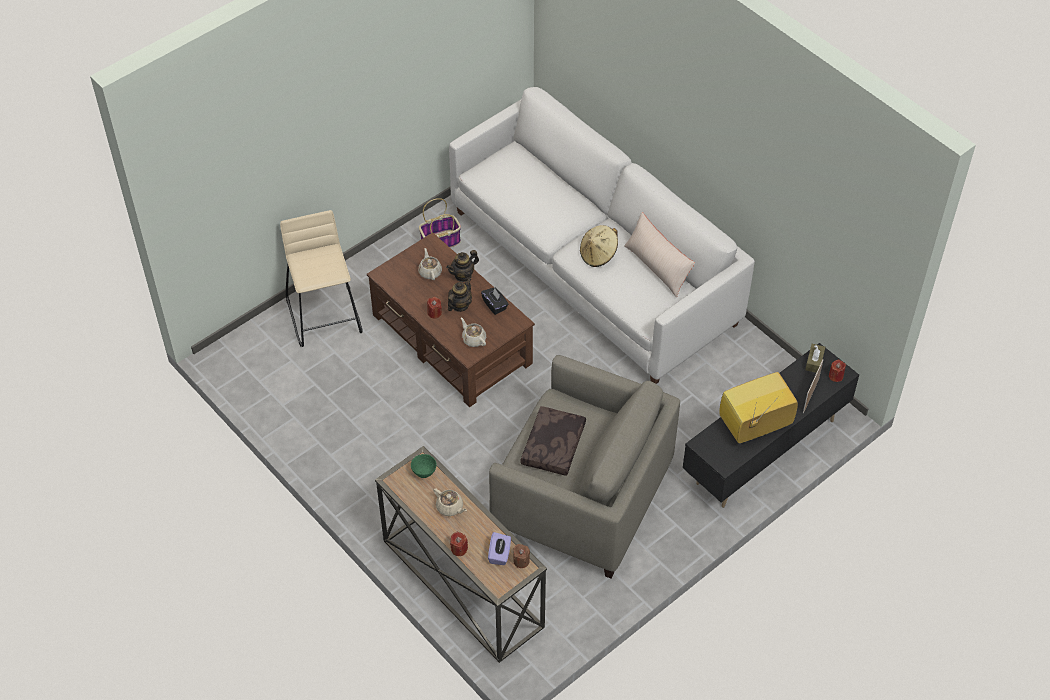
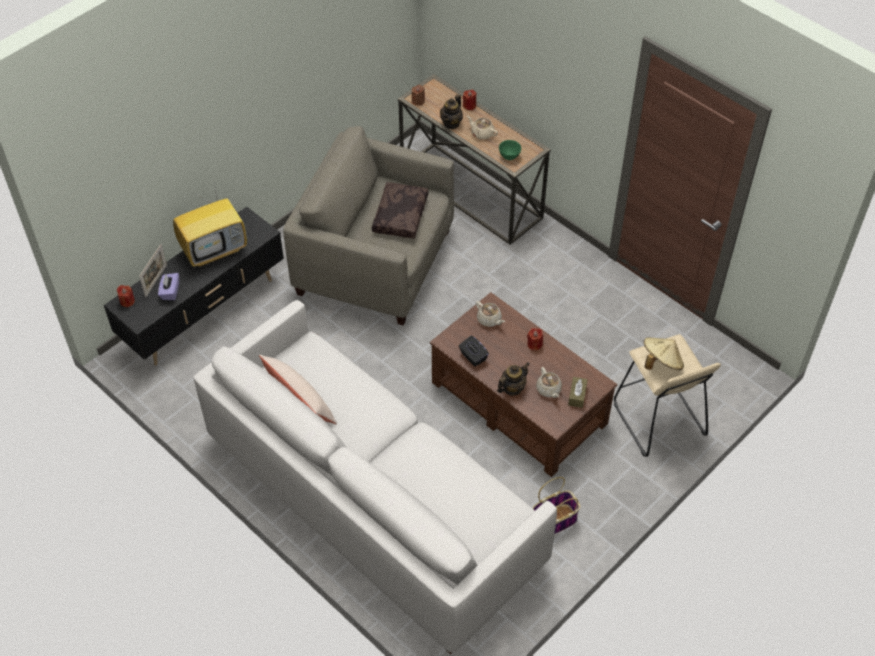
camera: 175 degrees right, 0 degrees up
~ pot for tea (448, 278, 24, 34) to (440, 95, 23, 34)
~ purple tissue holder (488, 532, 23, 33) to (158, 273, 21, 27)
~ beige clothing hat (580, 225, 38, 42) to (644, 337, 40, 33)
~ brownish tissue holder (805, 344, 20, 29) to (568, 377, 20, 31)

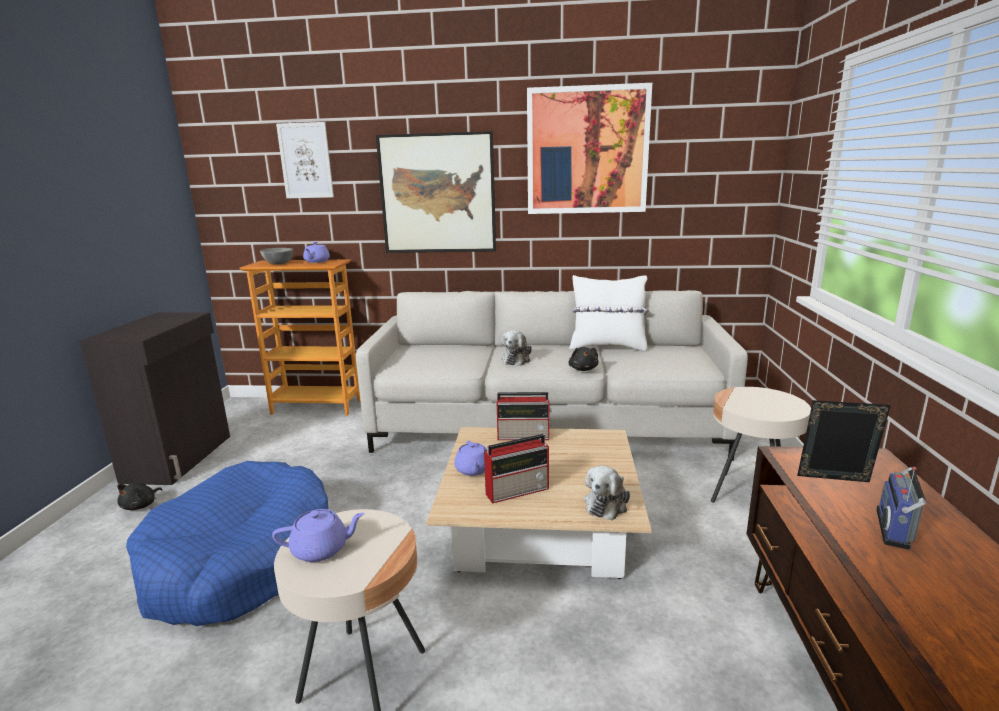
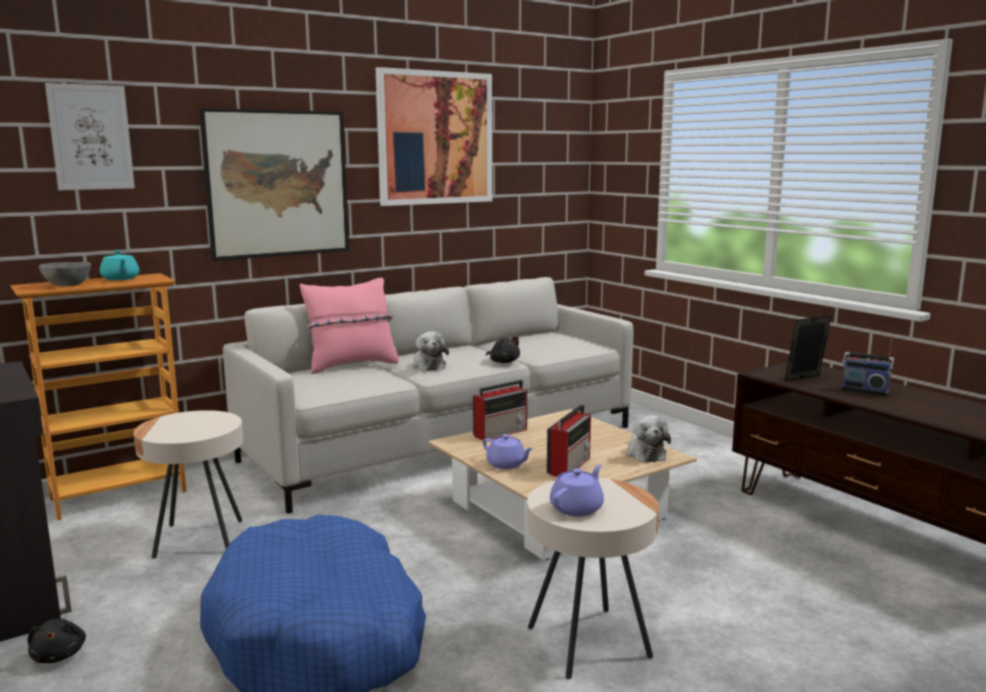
camera: 40 degrees left, 5 degrees down
- whitish throw pillow (569, 275, 80, 77)
+ pinkish throw pillow (300, 278, 98, 96)
~ beige side table (711, 387, 100, 116) to (134, 410, 109, 148)
~ purple pot for tea (303, 242, 27, 21) to turquoise pot for tea (100, 250, 40, 30)
~ radio set (876, 467, 50, 83) = (841, 339, 53, 57) 45 degrees counterclockwise

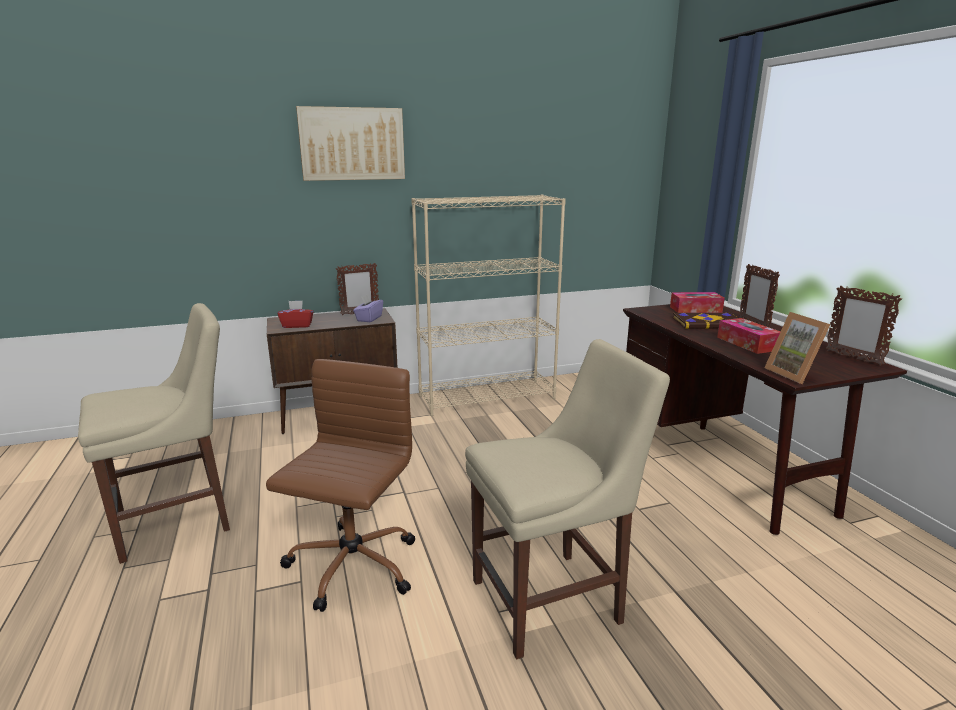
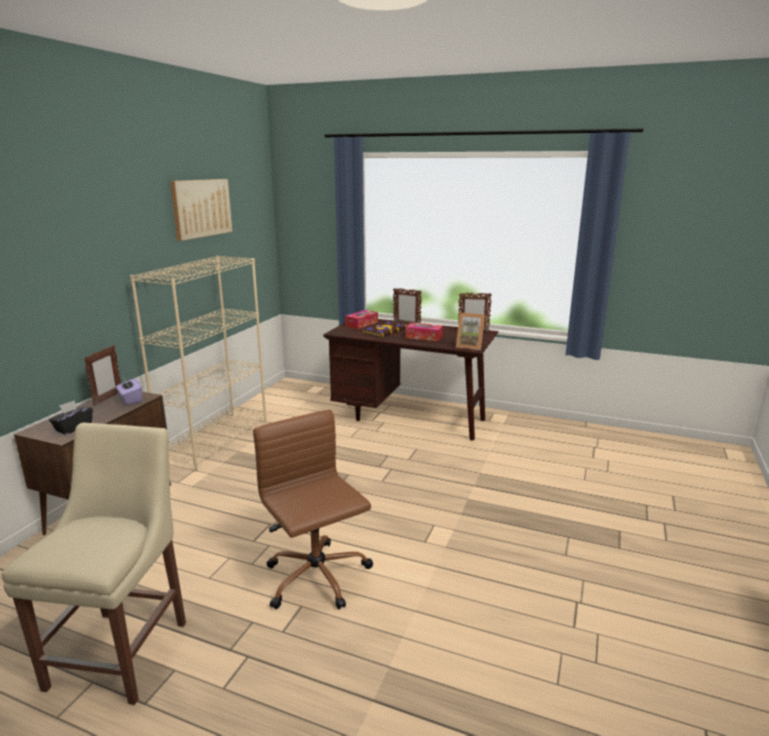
camera: 50 degrees left, 0 degrees up
- beige upright chair (465, 339, 205, 320)
~ wall art (296, 106, 109, 75) to (170, 179, 63, 62)
~ red-coloured tissue holder (277, 300, 37, 28) to blackish tissue holder (49, 400, 44, 35)

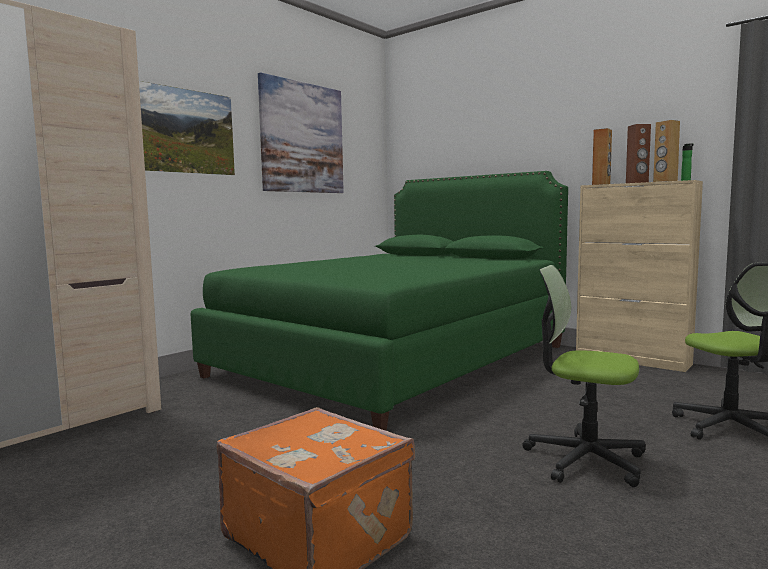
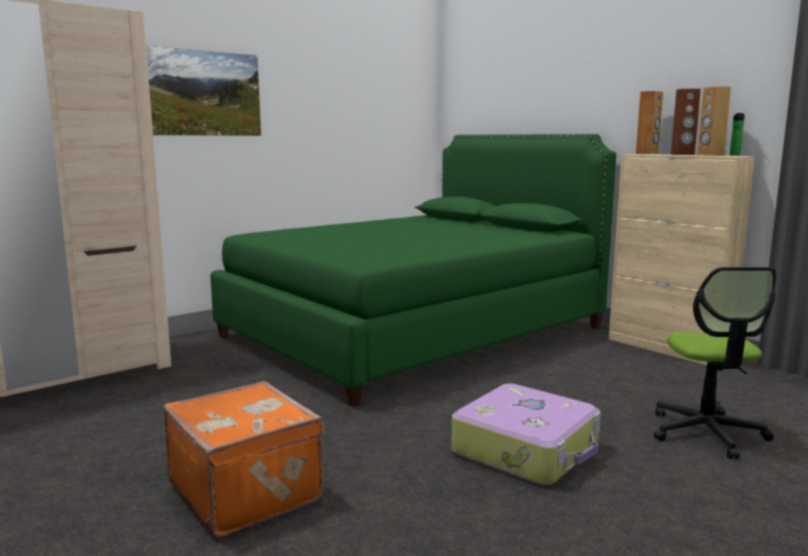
camera: 10 degrees right, 5 degrees up
- wall art (258, 72, 86, 121)
~ office chair (522, 265, 124, 222) to suitcase (451, 383, 150, 102)

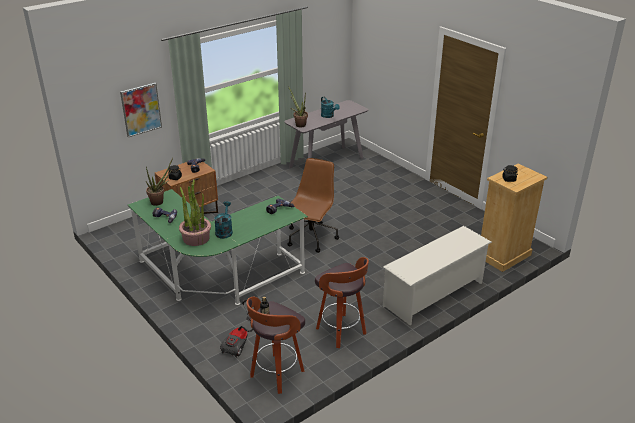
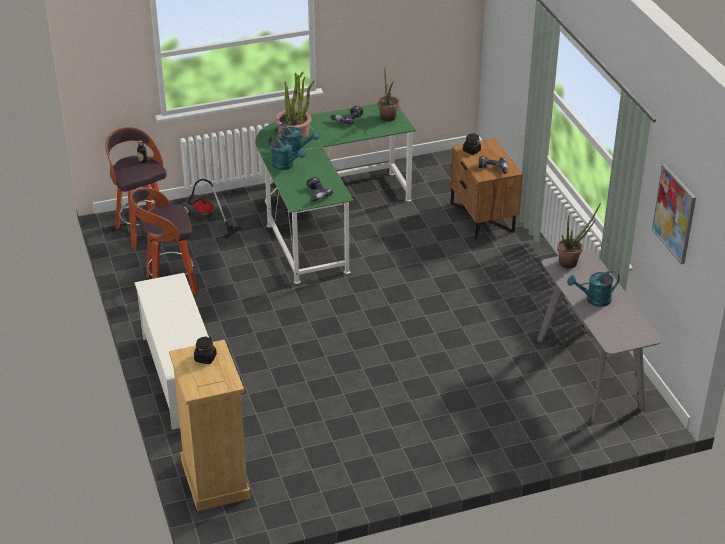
camera: 110 degrees right, 5 degrees up
- brownish office chair (287, 158, 52, 95)
+ turquoise sprinkling can (269, 136, 37, 34)
~ wall art (120, 83, 42, 54) to (652, 164, 44, 100)

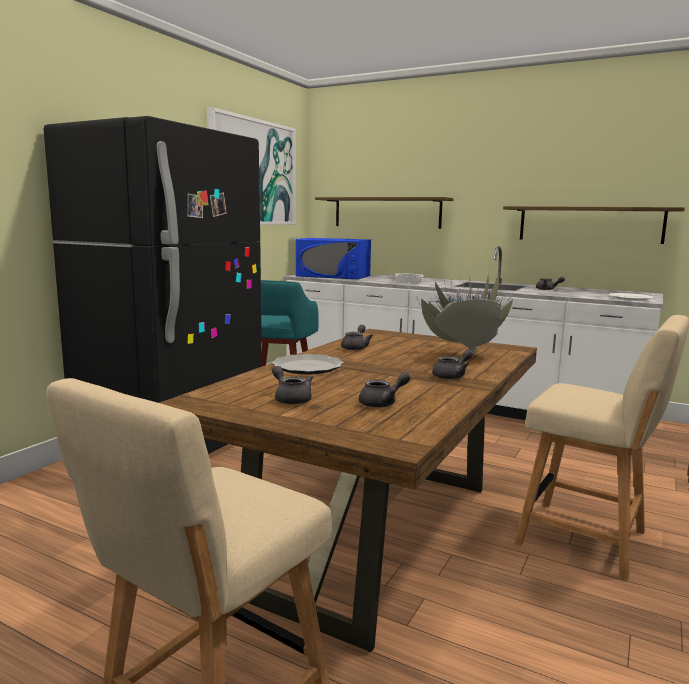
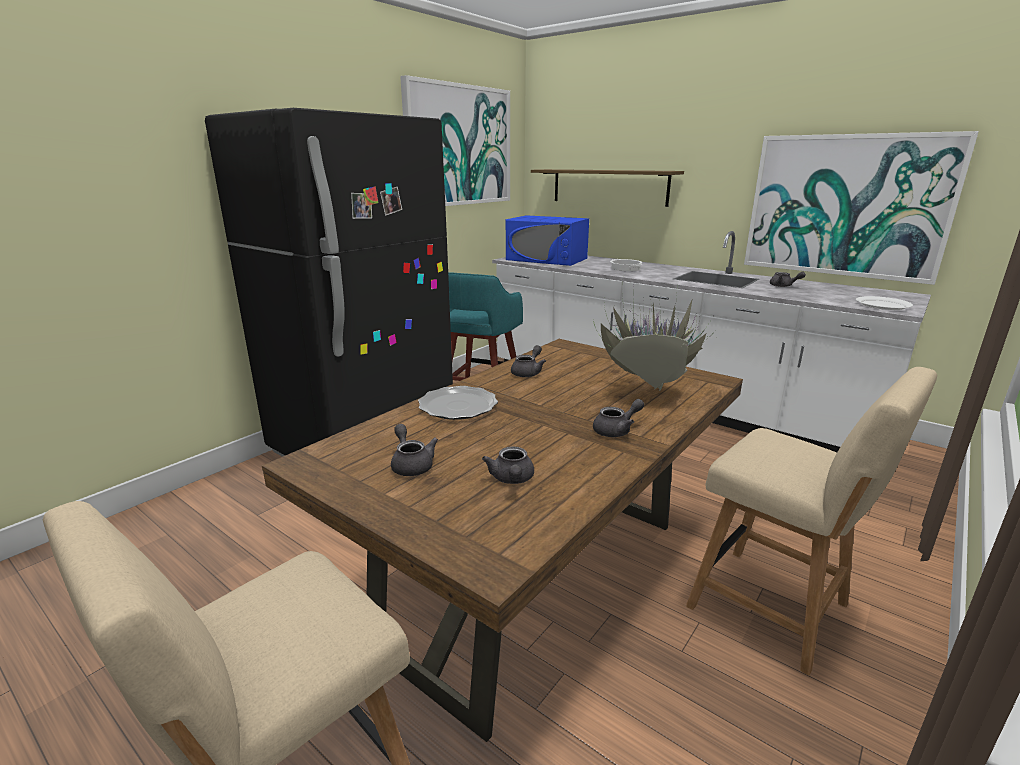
camera: 10 degrees right, 10 degrees up
~ bracket shelf (503, 206, 182, 38) to wall art (744, 131, 235, 154)
~ greyish pot for tea (359, 372, 51, 36) = (482, 446, 52, 38) 105 degrees clockwise

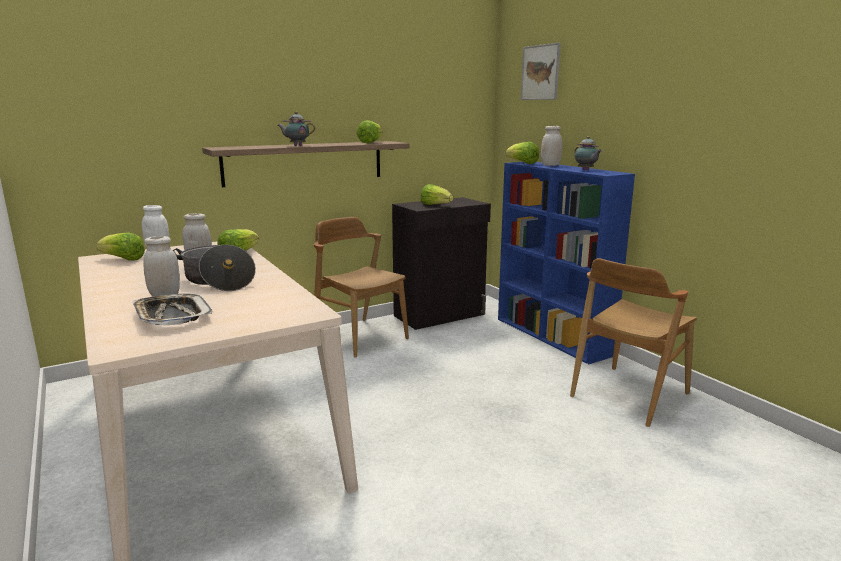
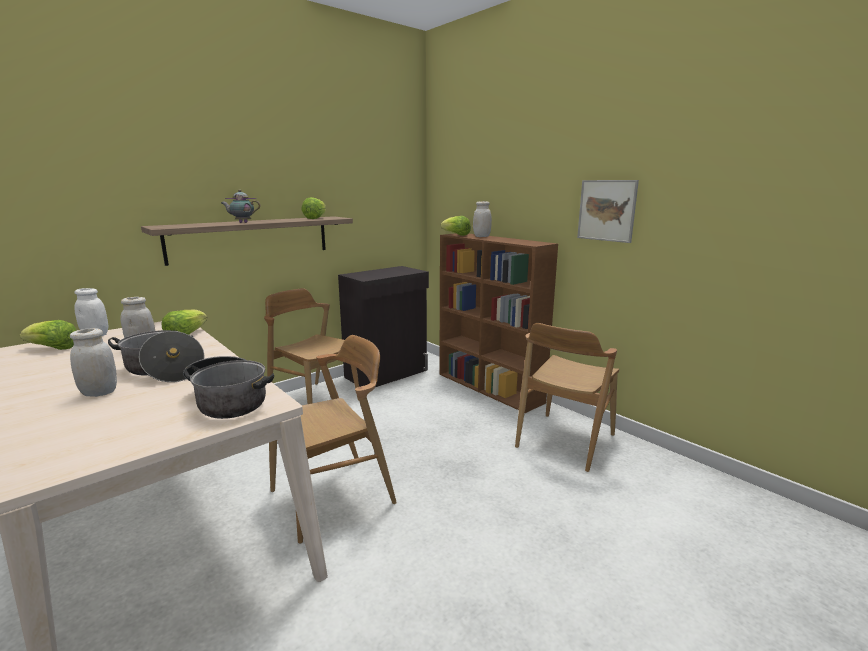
camera: 10 degrees left, 0 degrees up
- tray (132, 294, 80, 31)
- head of lettuce (421, 184, 32, 21)
- pot for tea (574, 136, 28, 34)
+ stockpot (183, 356, 91, 63)
+ brownish upright chair (269, 335, 128, 209)
~ wall art (521, 43, 40, 57) to (577, 180, 62, 63)
~ bluish bookcase (498, 162, 137, 202) to brownish bookcase (439, 233, 119, 180)

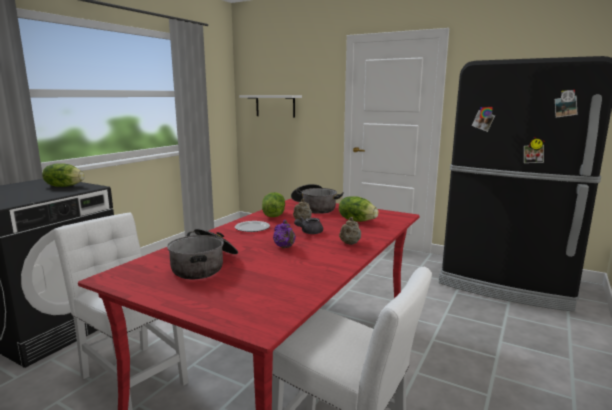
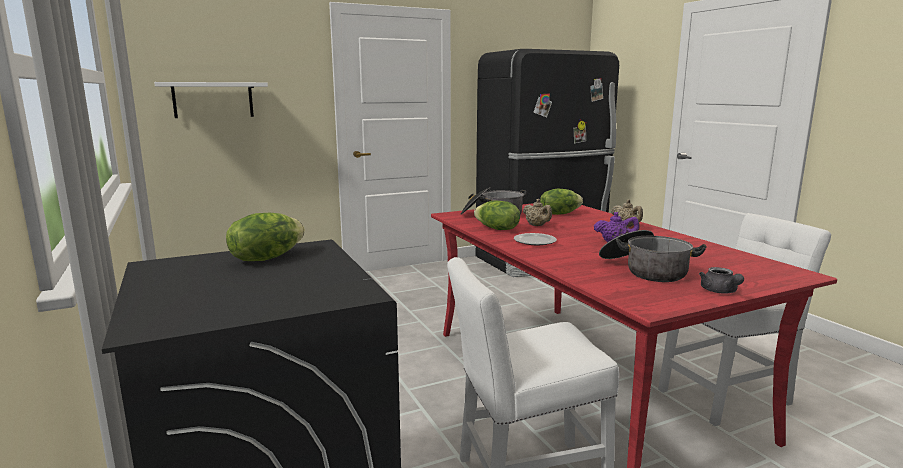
camera: 55 degrees left, 0 degrees up
~ greyish pot for tea (294, 217, 29, 17) to (699, 267, 45, 27)

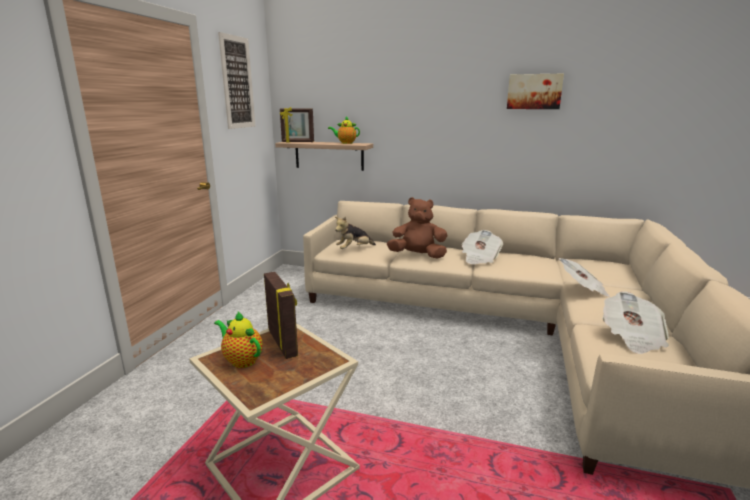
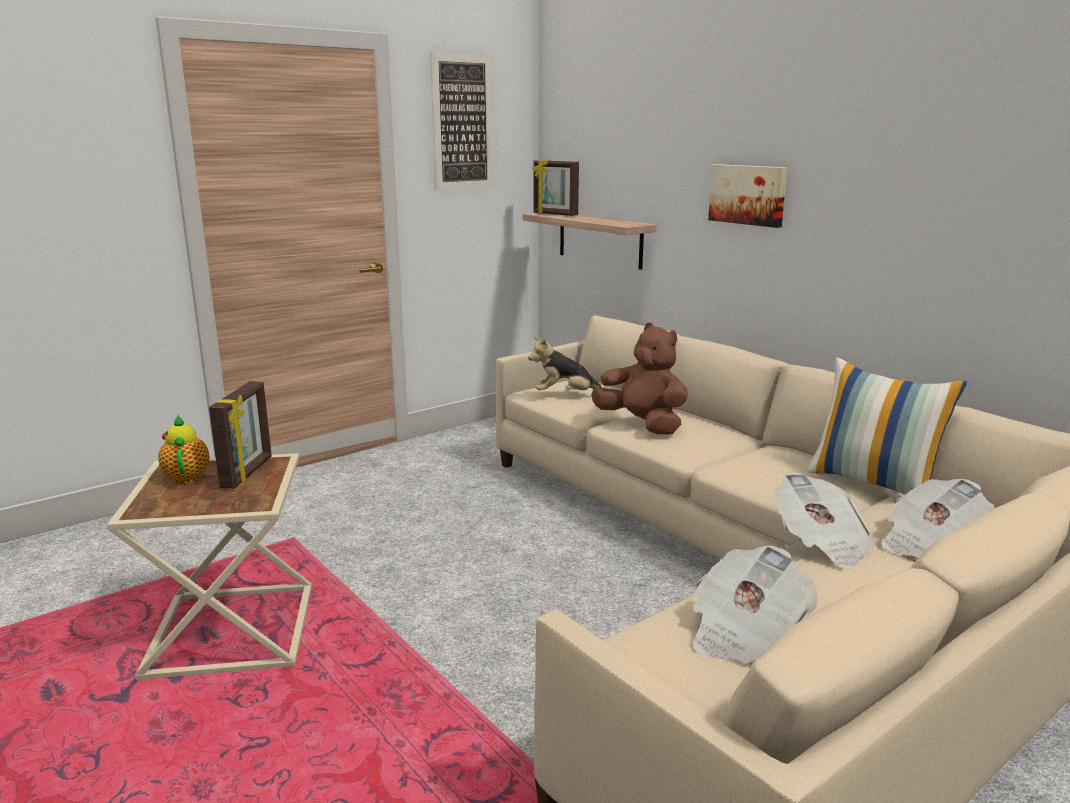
camera: 35 degrees right, 0 degrees up
- pot for tea (328, 116, 32, 28)
+ throw pillow (806, 357, 161, 138)
~ daily paper (461, 230, 42, 34) to (881, 479, 114, 79)
~ wall art (507, 74, 57, 35) to (708, 164, 79, 64)

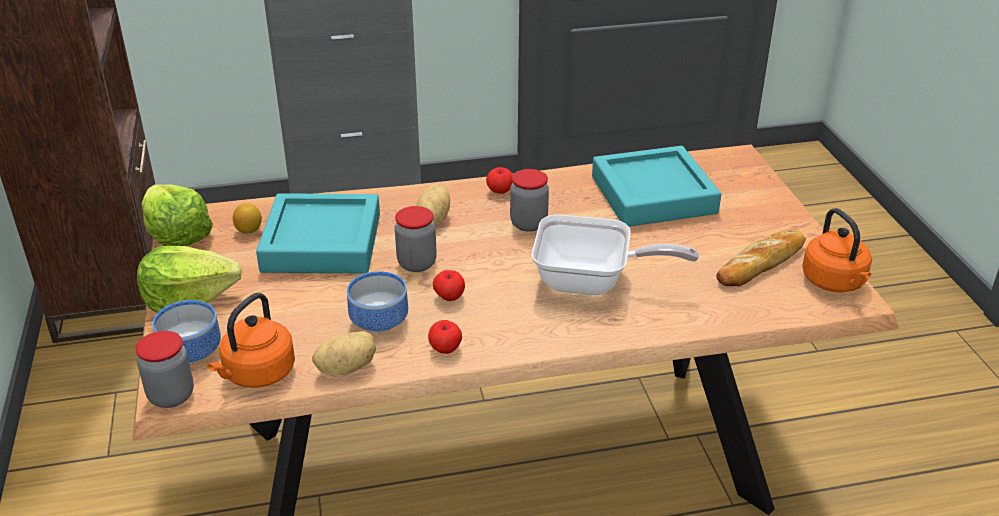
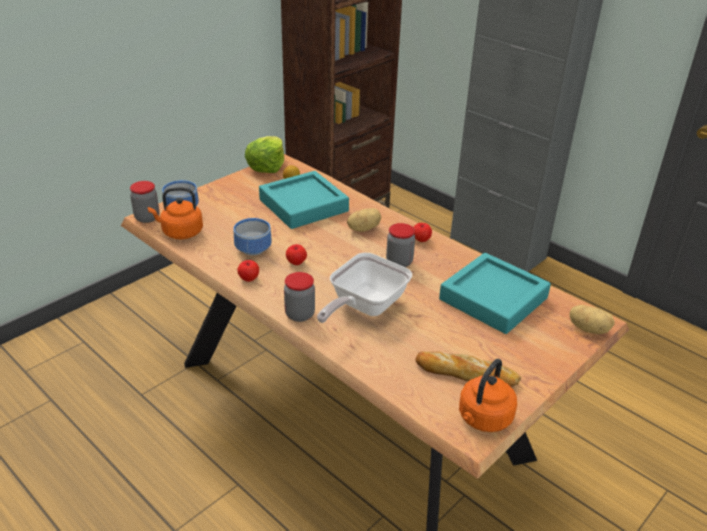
camera: 55 degrees right, 0 degrees up
- head of lettuce (137, 246, 105, 67)
~ spud (312, 331, 64, 44) to (569, 305, 46, 29)
~ jar (395, 206, 42, 66) to (284, 272, 31, 50)
~ frying pan (532, 215, 167, 80) = (317, 253, 95, 70) 60 degrees clockwise

